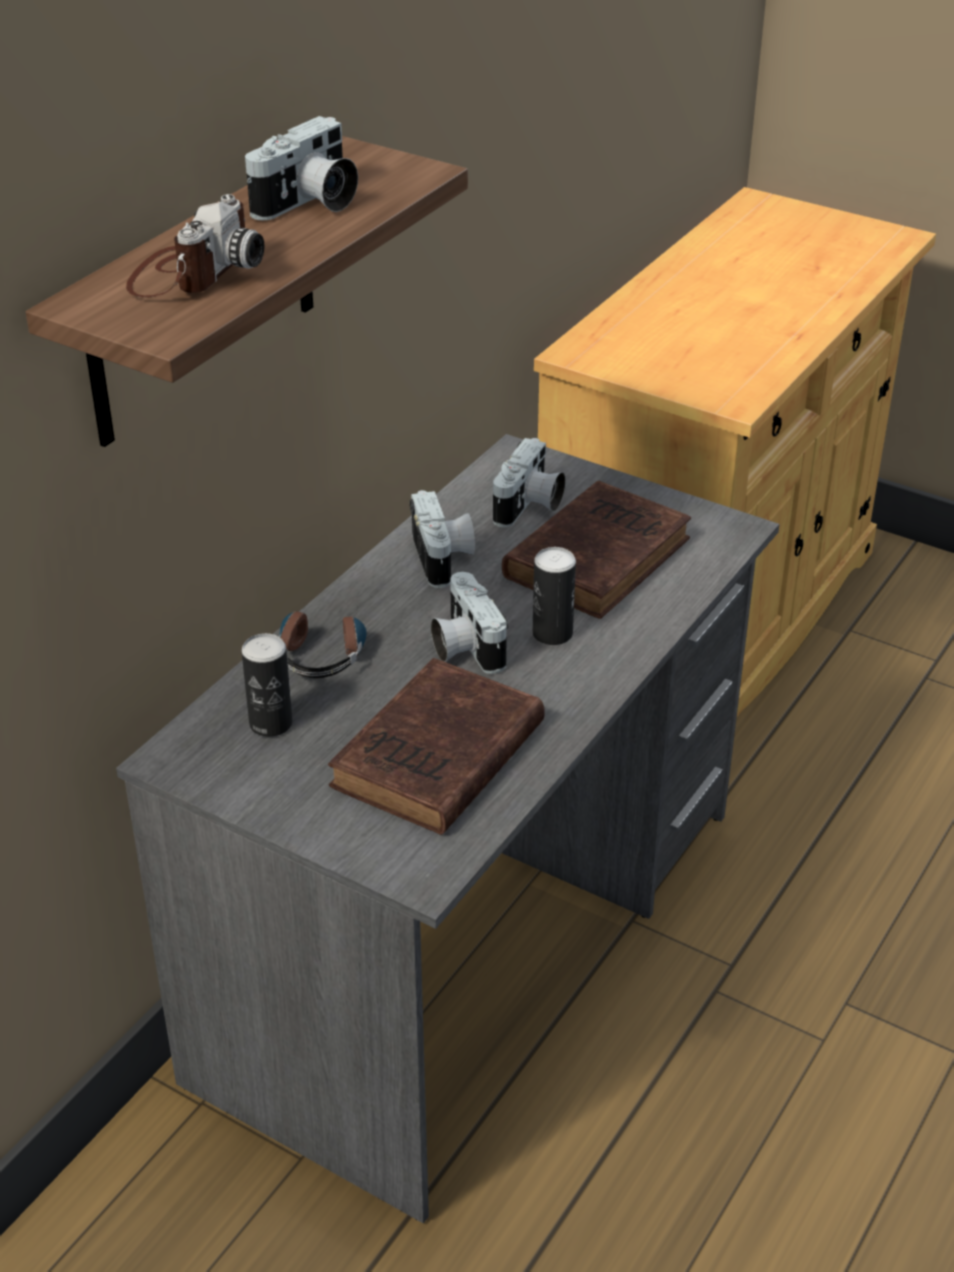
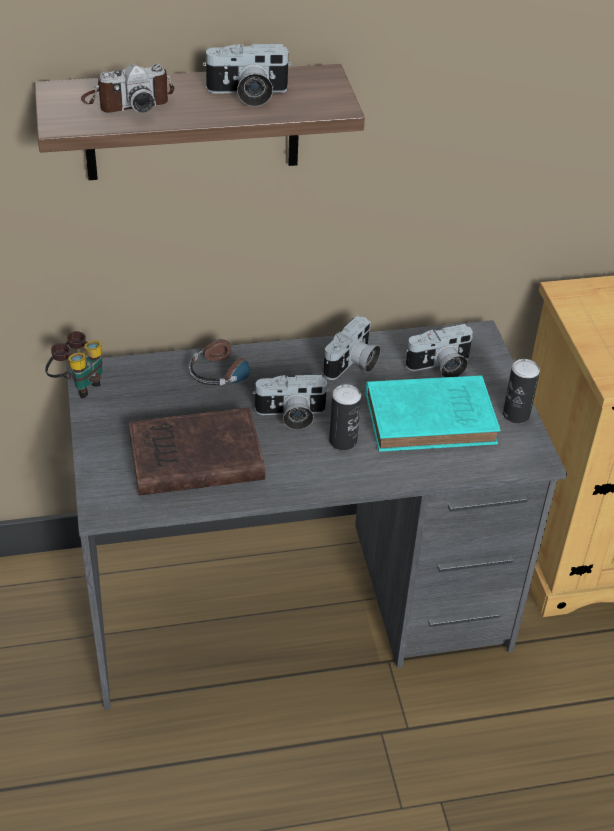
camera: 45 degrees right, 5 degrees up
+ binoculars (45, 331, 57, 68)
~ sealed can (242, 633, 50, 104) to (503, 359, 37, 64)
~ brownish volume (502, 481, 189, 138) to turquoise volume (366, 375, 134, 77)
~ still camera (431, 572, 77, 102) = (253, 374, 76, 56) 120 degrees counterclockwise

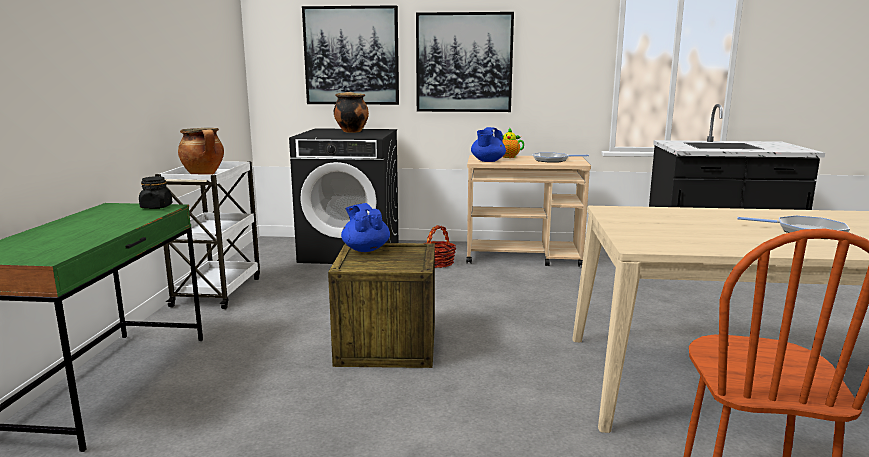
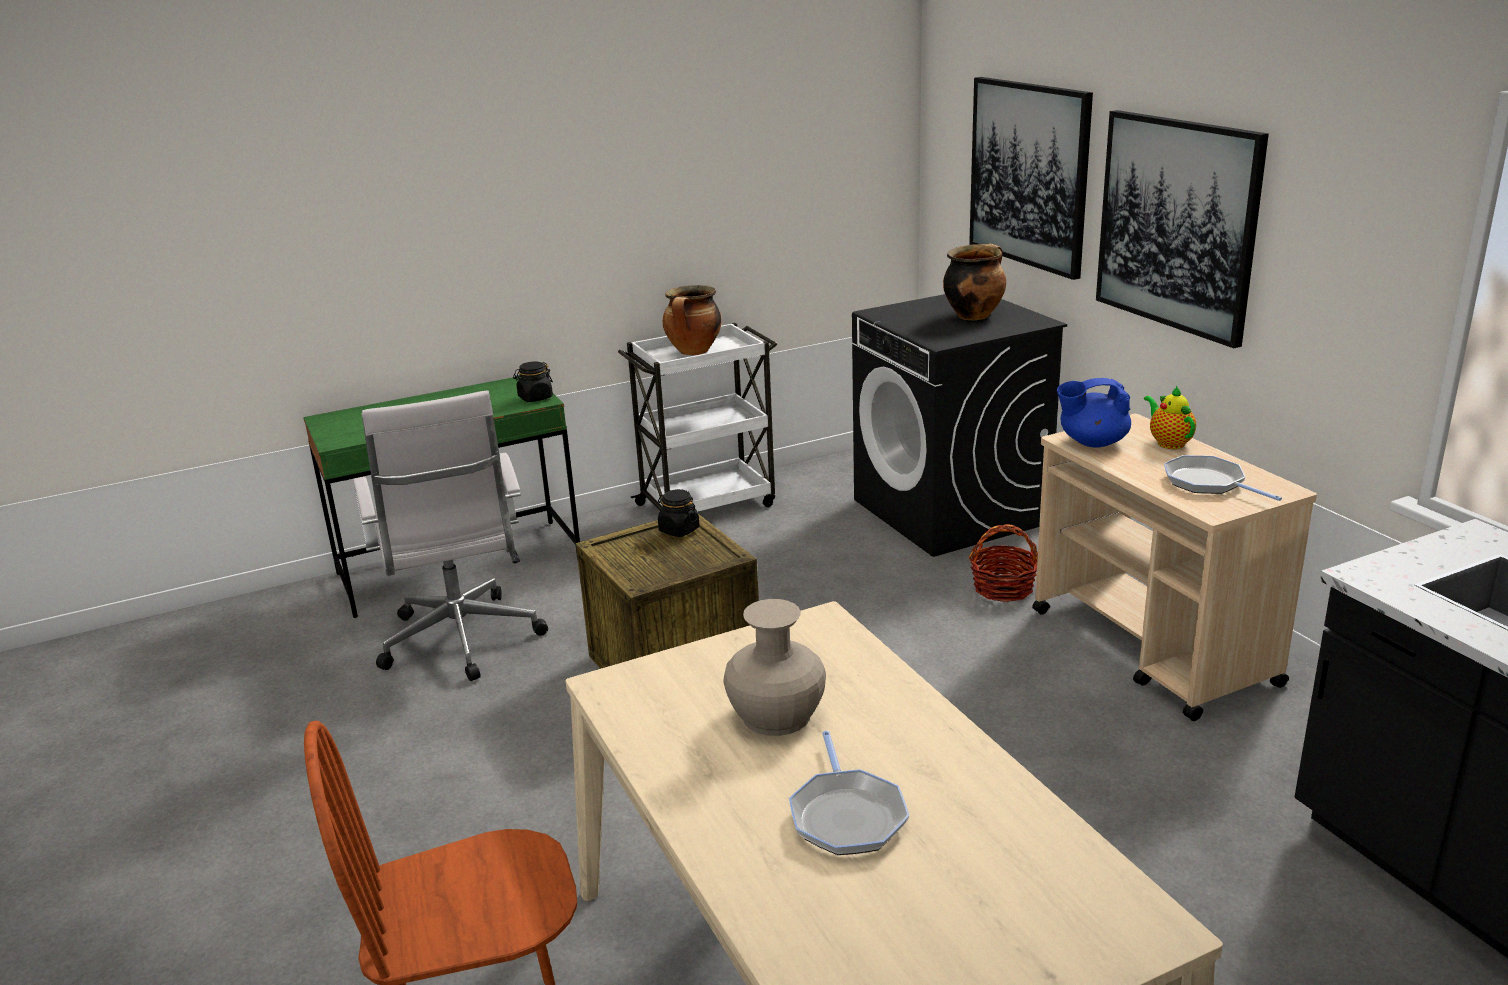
camera: 60 degrees right, 10 degrees up
+ whitish office chair (353, 390, 195, 291)
+ beige vase (723, 599, 103, 137)
~ bluish pot for tea (341, 203, 49, 49) to blackish jar (658, 489, 41, 48)

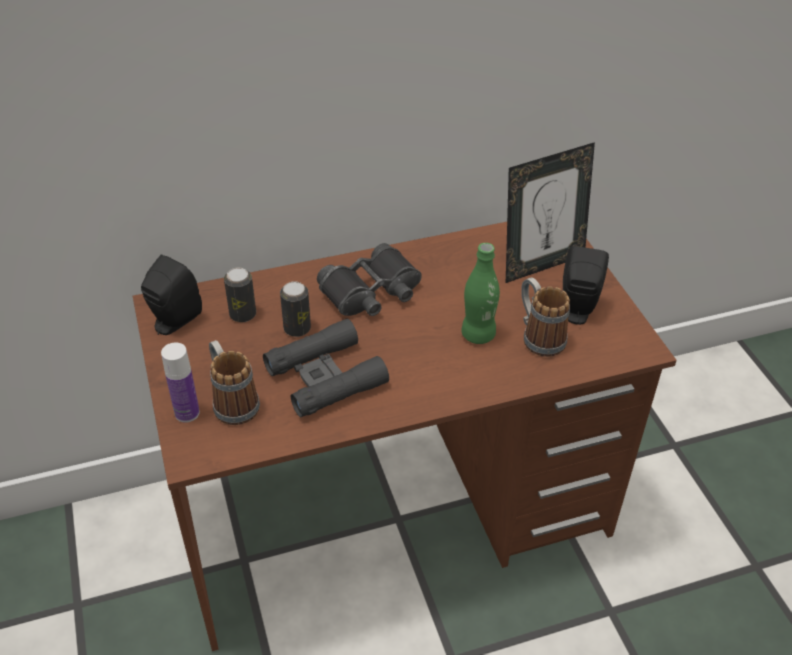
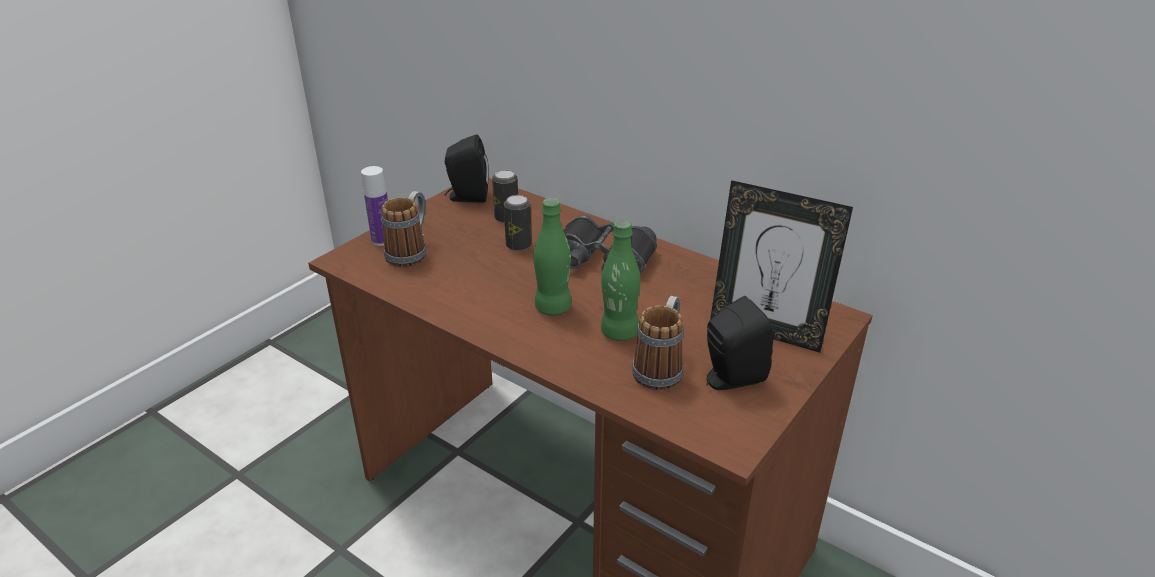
camera: 55 degrees right, 10 degrees down
- blackish binoculars (263, 319, 126, 98)
+ green-coloured beverage bottle (533, 198, 38, 117)

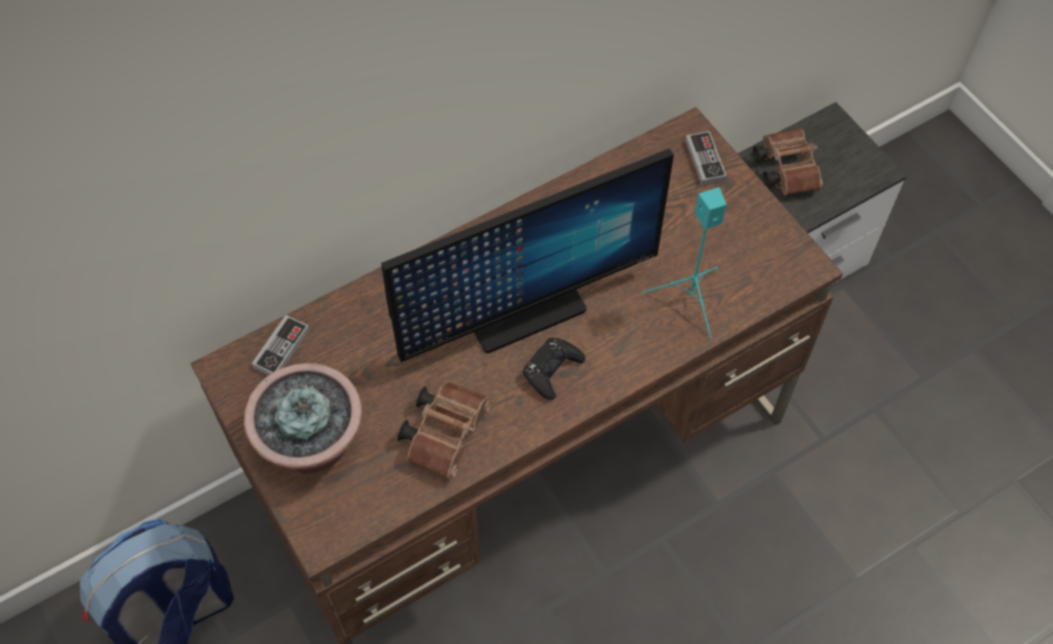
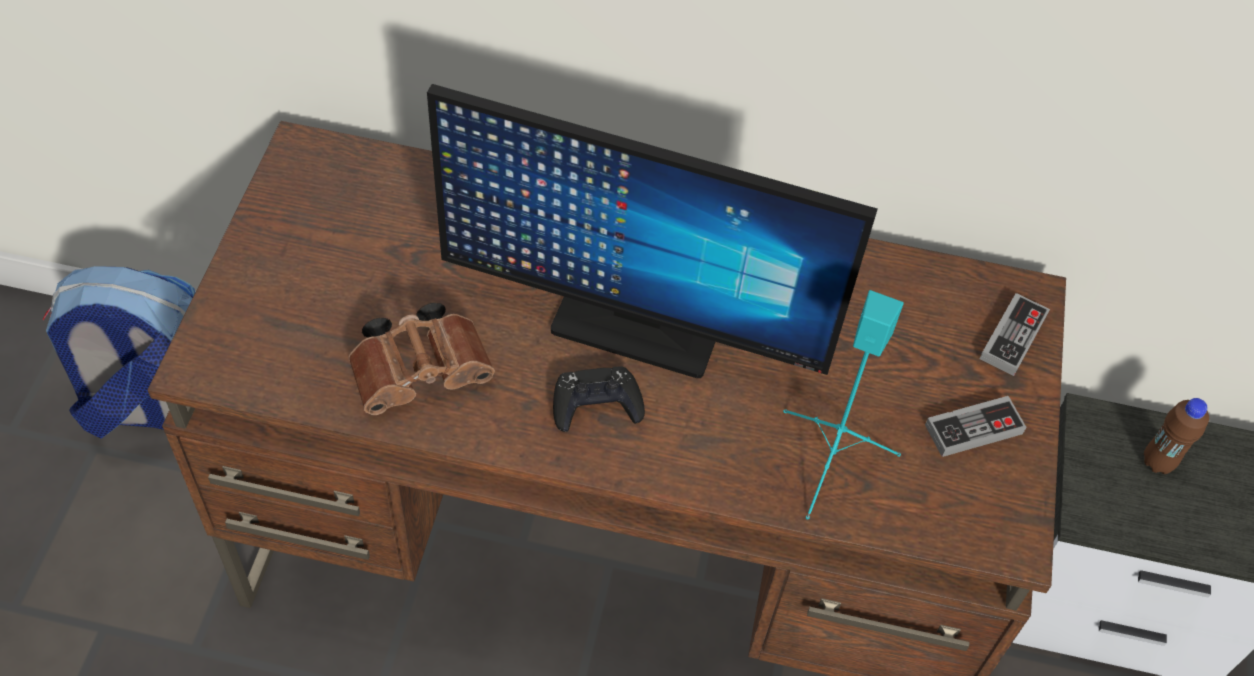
camera: 40 degrees right, 5 degrees down
- potted plant (244, 363, 118, 111)
~ game controller (251, 315, 59, 60) to (925, 396, 101, 61)
~ brownish binoculars (753, 128, 70, 68) to brownish beverage bottle (1144, 398, 65, 76)

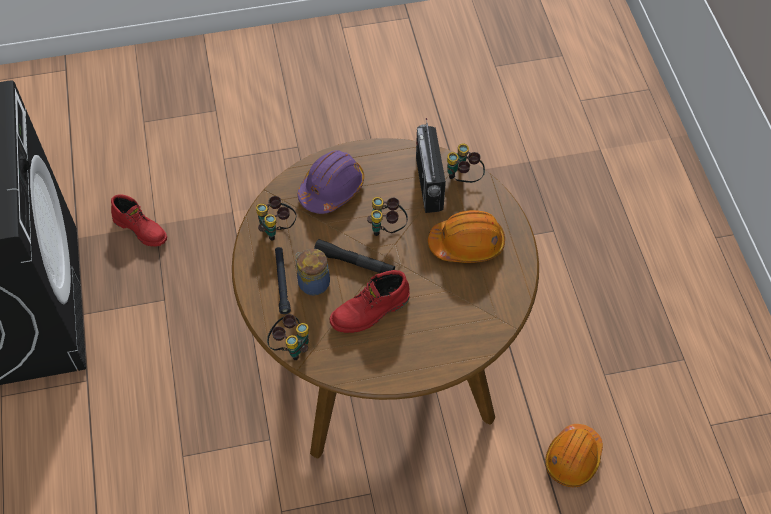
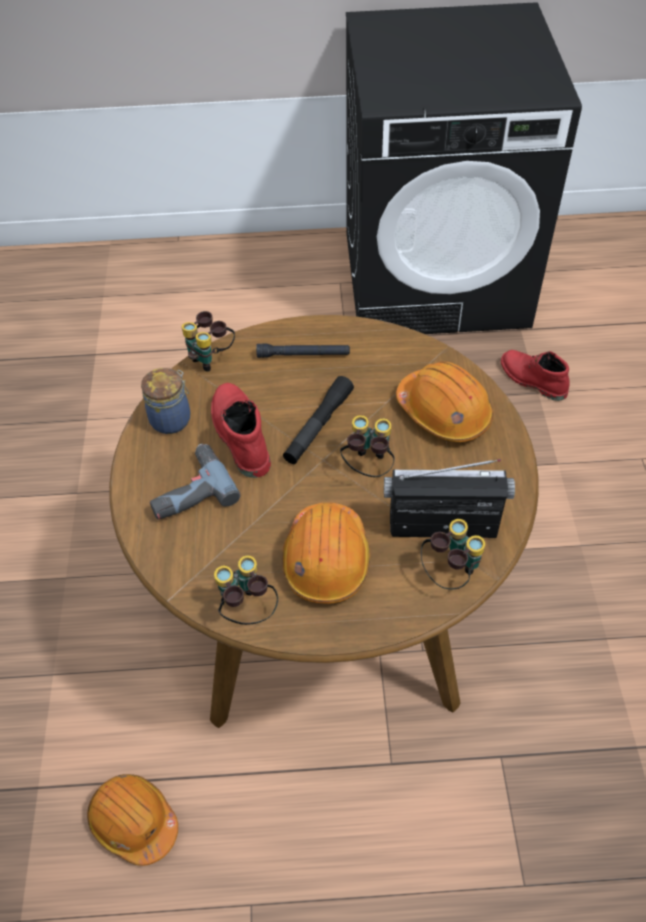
camera: 100 degrees right, 5 degrees down
+ power drill (150, 444, 90, 76)
~ binoculars (256, 196, 40, 44) to (214, 555, 64, 70)
~ jar (295, 248, 35, 48) to (141, 368, 50, 66)
~ purple hard hat (298, 150, 66, 64) to orangey hard hat (396, 361, 98, 81)
~ red-coloured high-top boot (111, 195, 56, 52) = (501, 350, 69, 51) 90 degrees clockwise

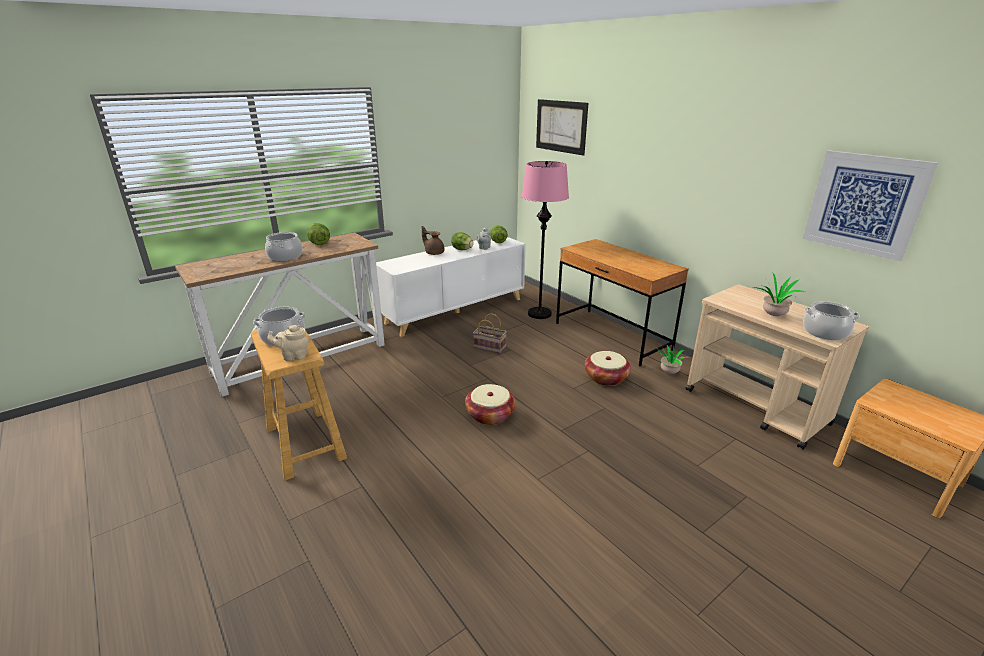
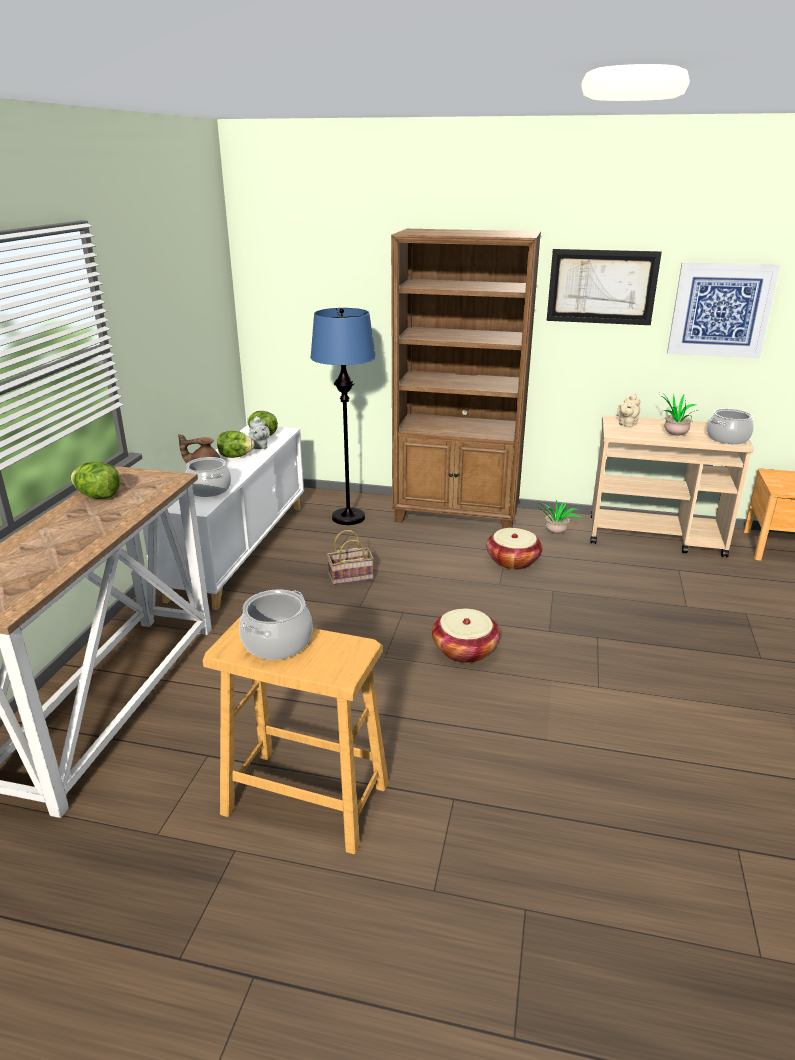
camera: 40 degrees left, 0 degrees up
~ stockpot (265, 232, 38, 29) to (185, 457, 46, 40)
~ beige pot for tea (268, 325, 41, 36) to (617, 394, 24, 33)
~ wall art (536, 99, 52, 57) to (547, 249, 115, 76)
~ brownish desk (556, 239, 133, 127) to brownish bookcase (391, 229, 150, 300)
~ pinkish standing lamp (521, 161, 48, 158) to bluish standing lamp (310, 308, 66, 217)

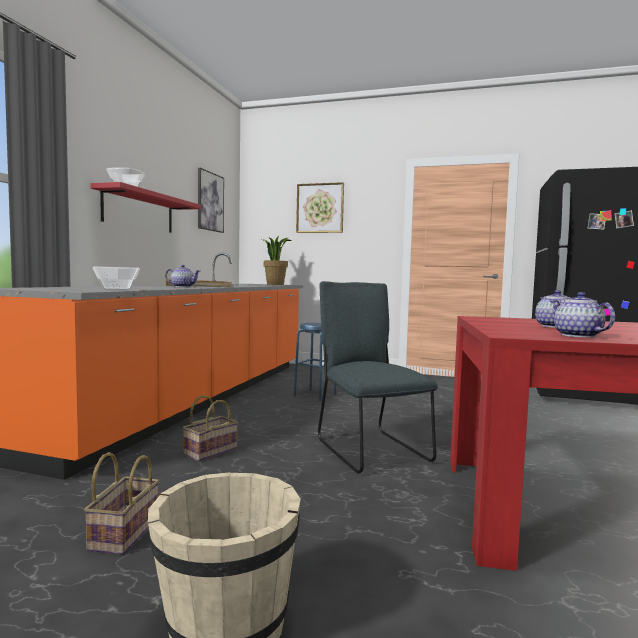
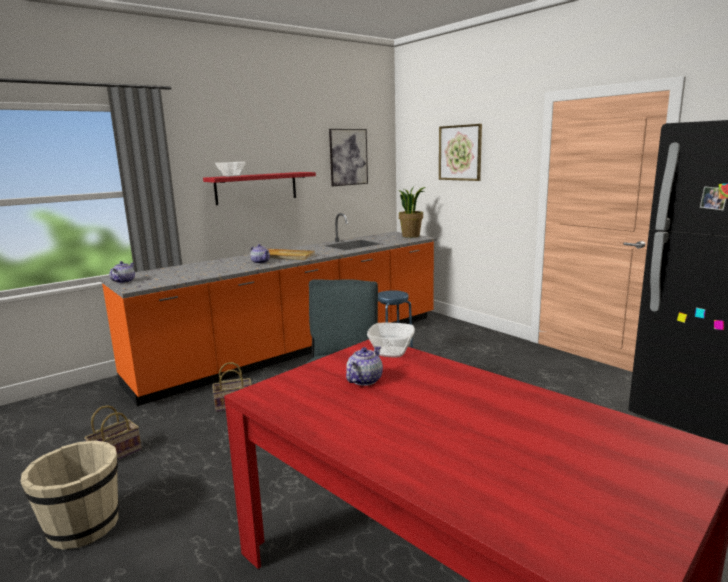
camera: 35 degrees right, 10 degrees up
~ deep dish (93, 266, 47, 24) to (367, 323, 48, 34)
~ pot for tea (550, 292, 65, 46) to (109, 261, 26, 22)

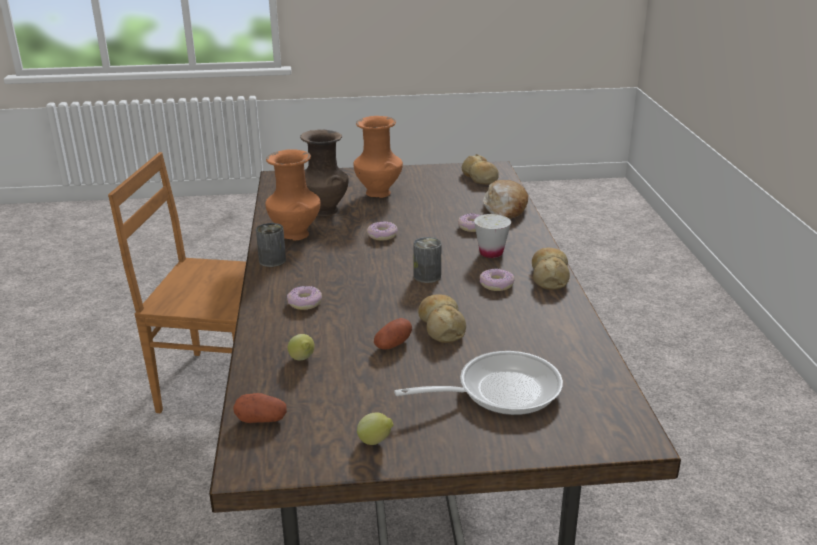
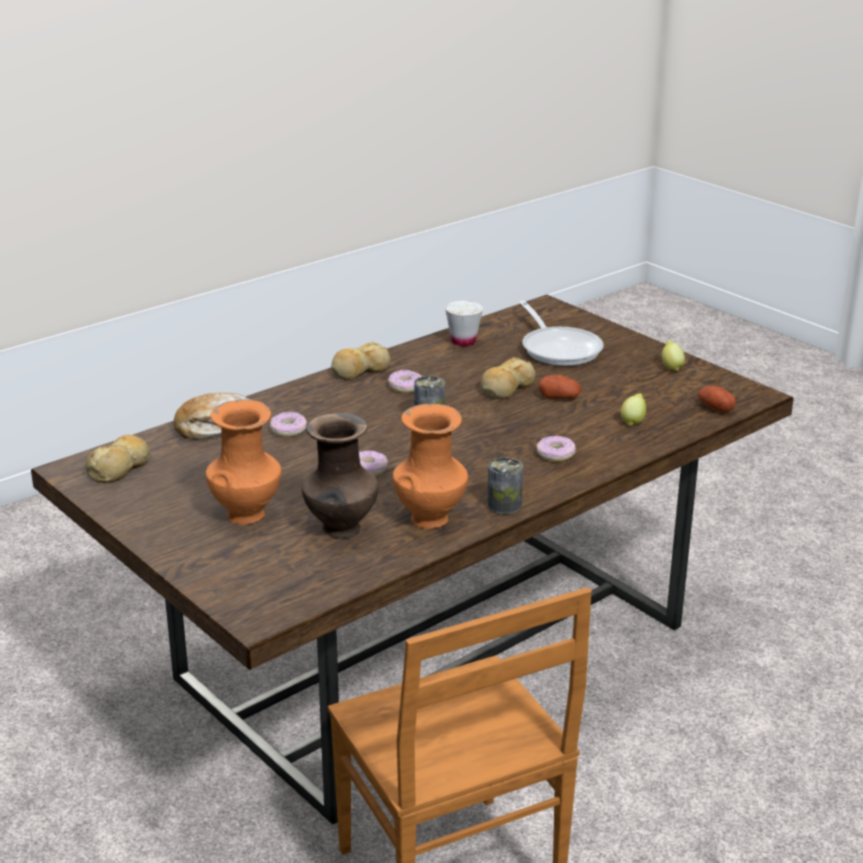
camera: 125 degrees left, 0 degrees up
~ whitish drinking cup (474, 214, 37, 44) to (445, 301, 38, 45)
~ frying pan (394, 351, 169, 64) = (519, 300, 85, 66) 150 degrees counterclockwise

